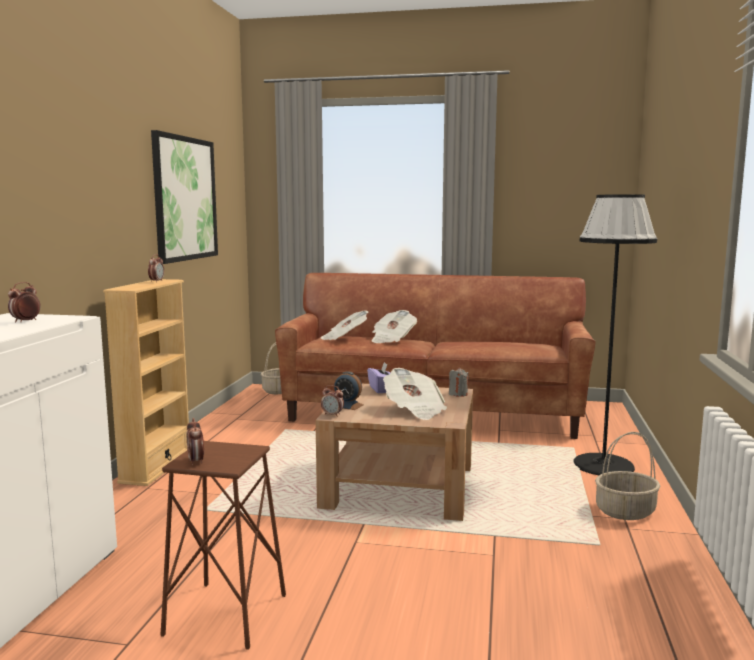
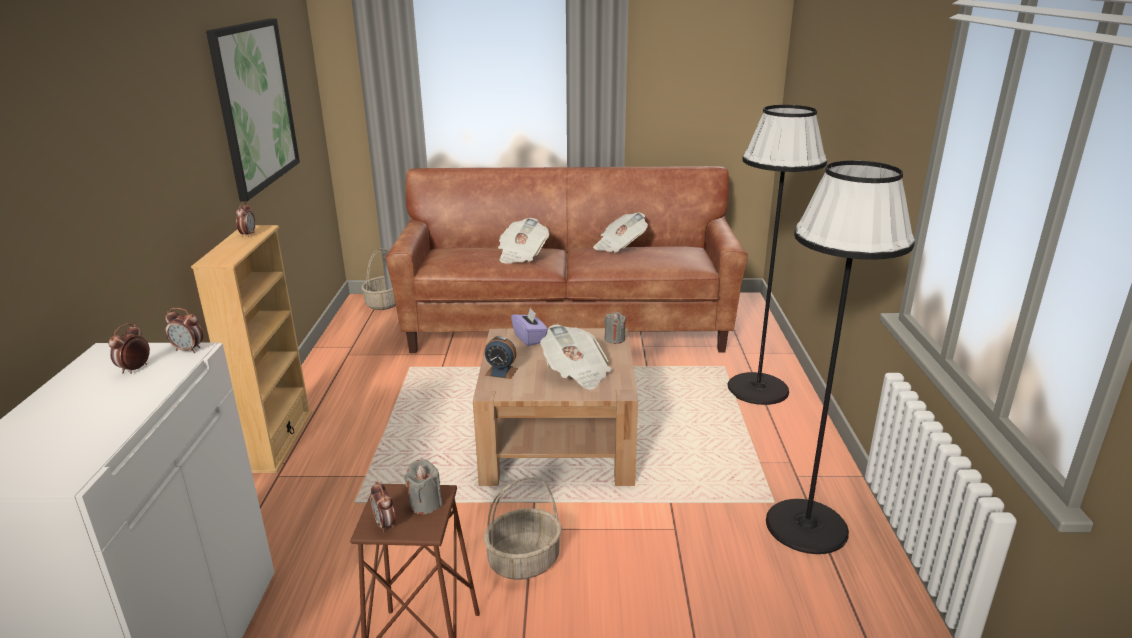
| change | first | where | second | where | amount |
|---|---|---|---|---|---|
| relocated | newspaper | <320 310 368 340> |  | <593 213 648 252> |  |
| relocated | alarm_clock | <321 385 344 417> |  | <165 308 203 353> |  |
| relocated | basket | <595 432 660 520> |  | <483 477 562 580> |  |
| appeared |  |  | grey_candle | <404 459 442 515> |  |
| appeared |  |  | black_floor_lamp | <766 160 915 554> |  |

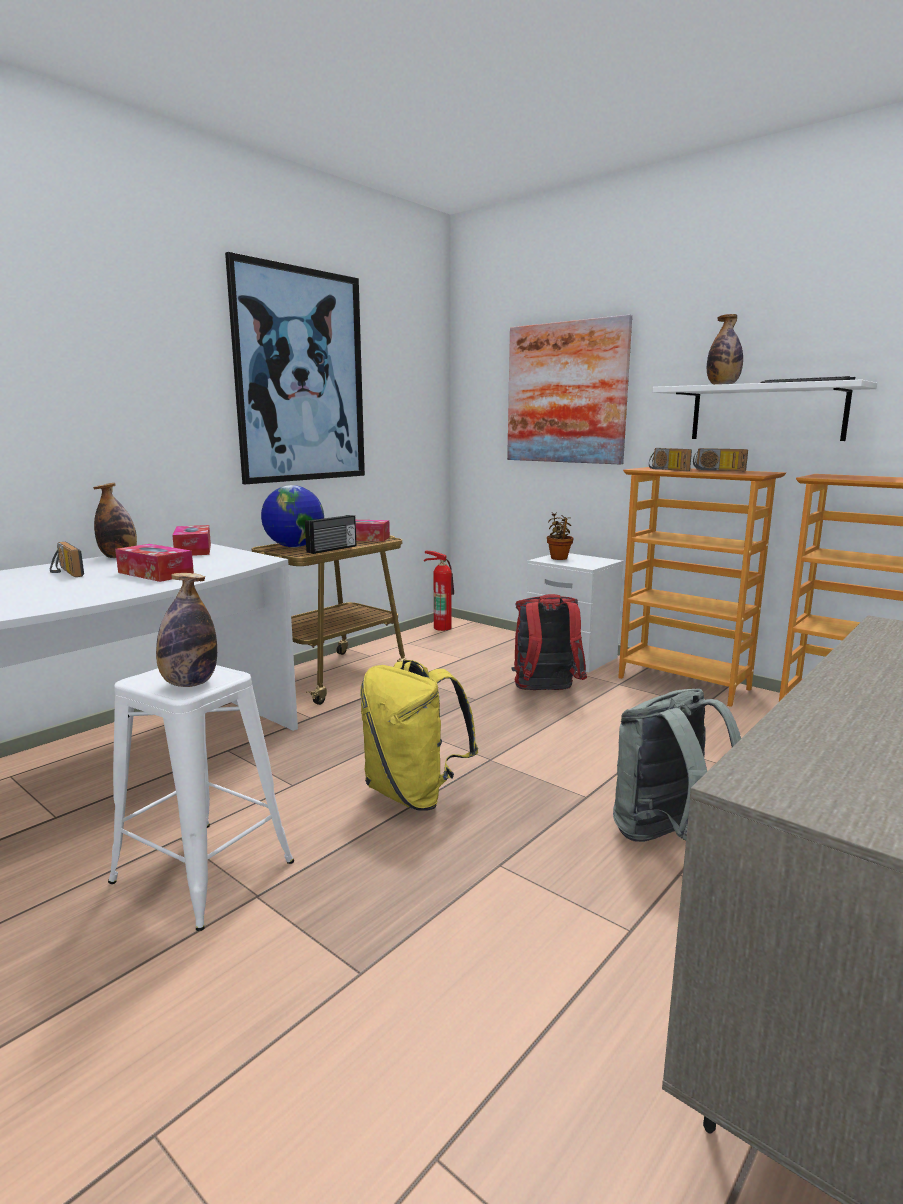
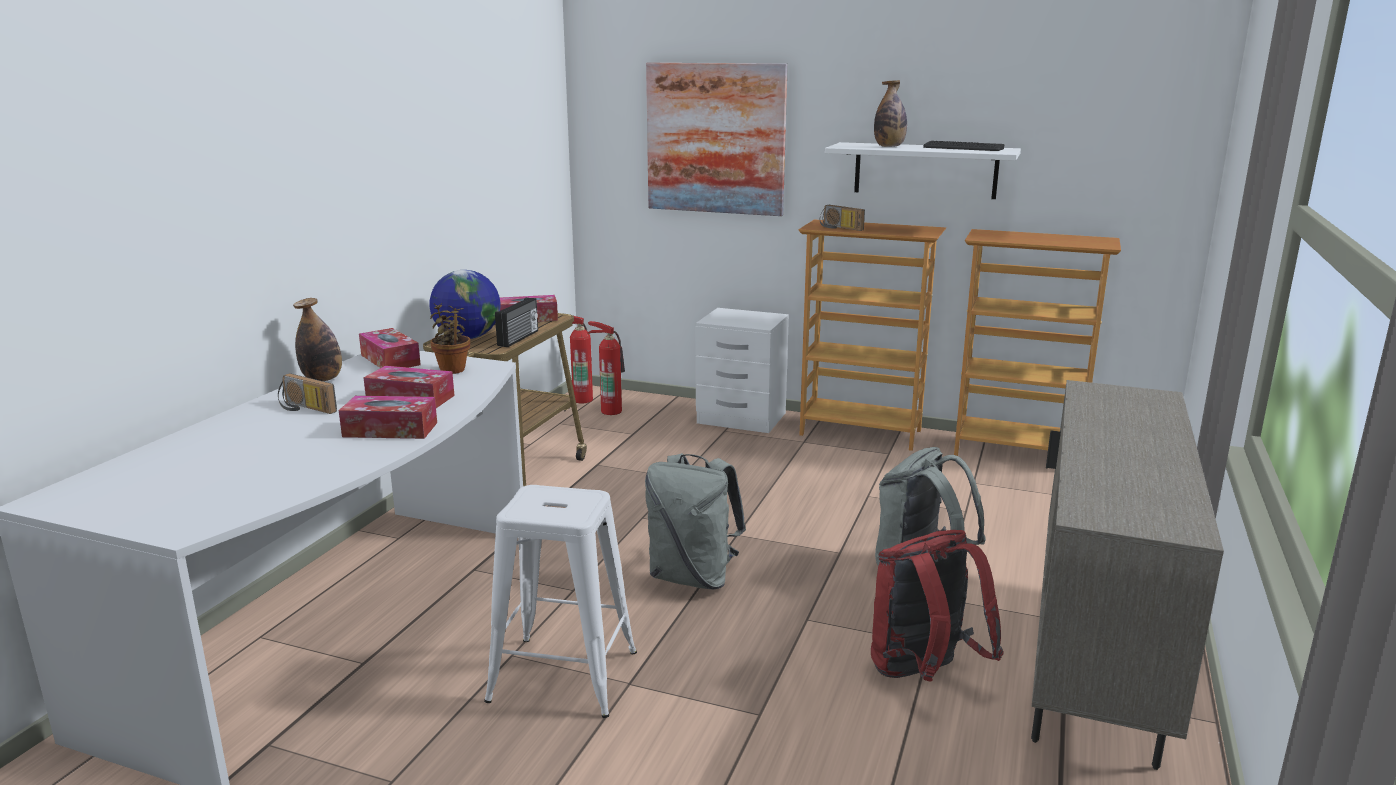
| change | first | where | second | where | amount |
|---|---|---|---|---|---|
| missing | bottle | <156 573 217 687> |  |  |  |
| missing | picture | <225 252 365 484> |  |  |  |
| colour | yellow_backpack | <360 660 478 811> | grey_backpack | <645 453 746 590> |  |
| relocated | red_backpack | <512 594 587 690> |  | <871 530 1004 682> |  |
| relocated | potted_plant | <547 512 574 560> |  | <430 303 470 374> |  |
| missing | radio | <693 448 748 471> |  |  |  |
| appeared |  |  | tissue_box | <339 396 437 439> |  |
| appeared |  |  | fire_extinguisher | <587 321 625 415> |  |

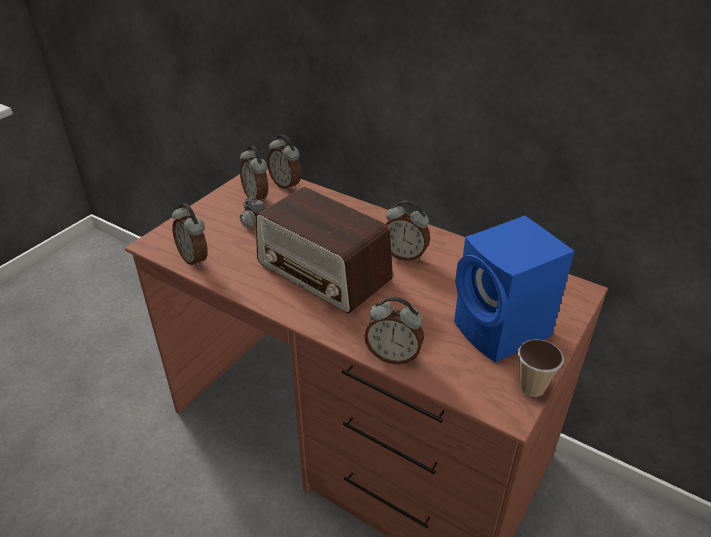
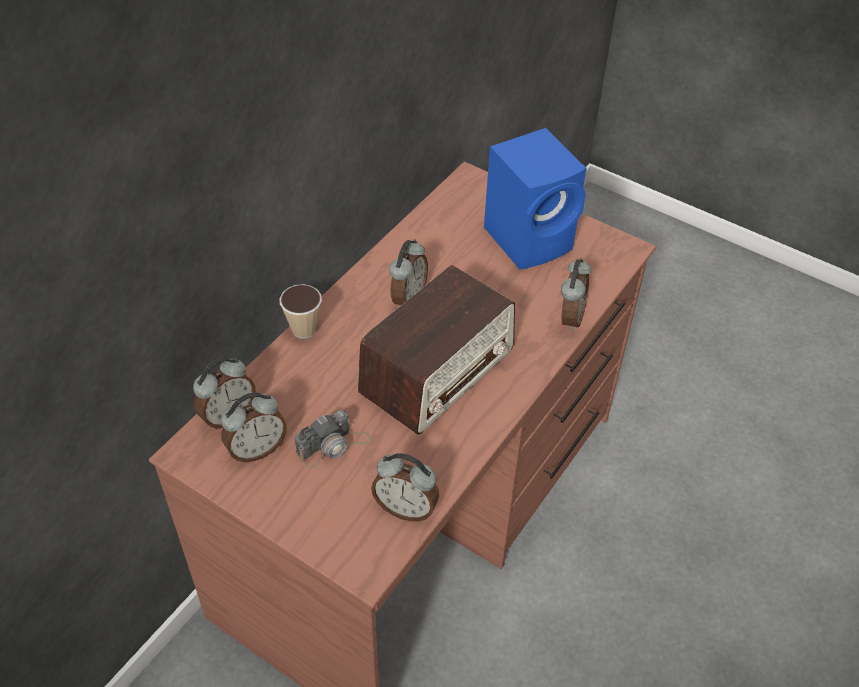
| change | first | where | second | where | amount |
|---|---|---|---|---|---|
| spun | alarm_clock | <172 204 208 268> |  | <371 453 439 522> | 60 degrees clockwise |
| relocated | cup | <518 339 564 397> |  | <279 284 322 339> |  |

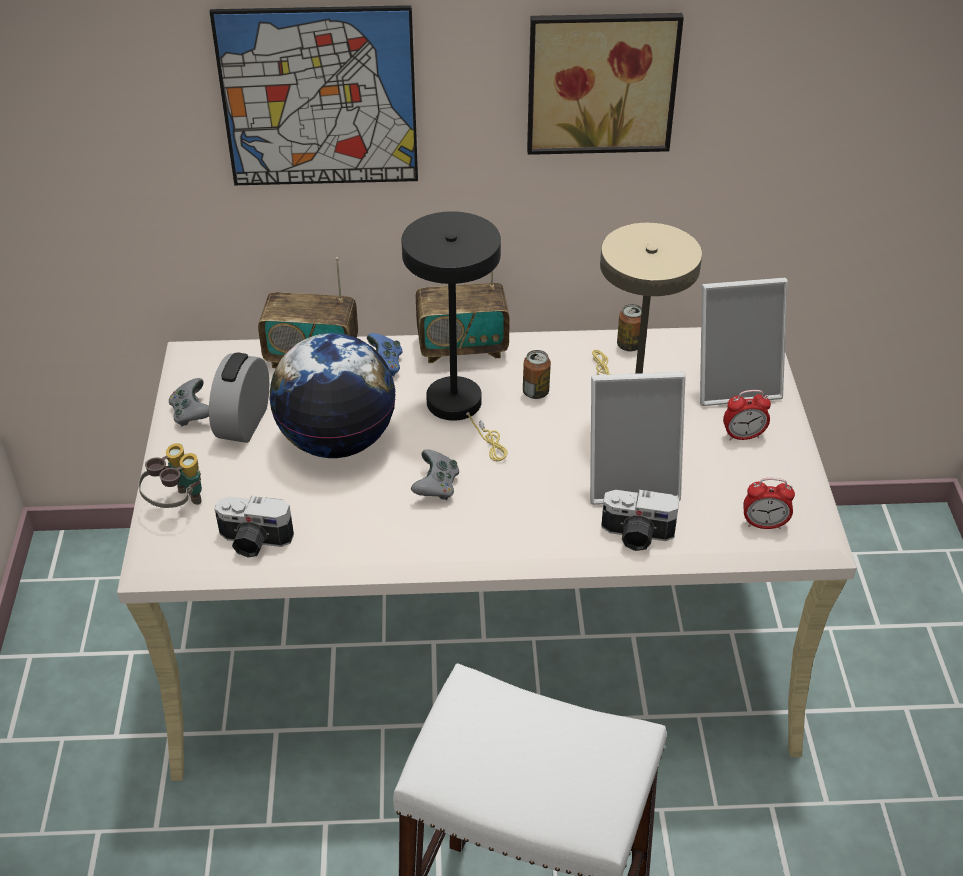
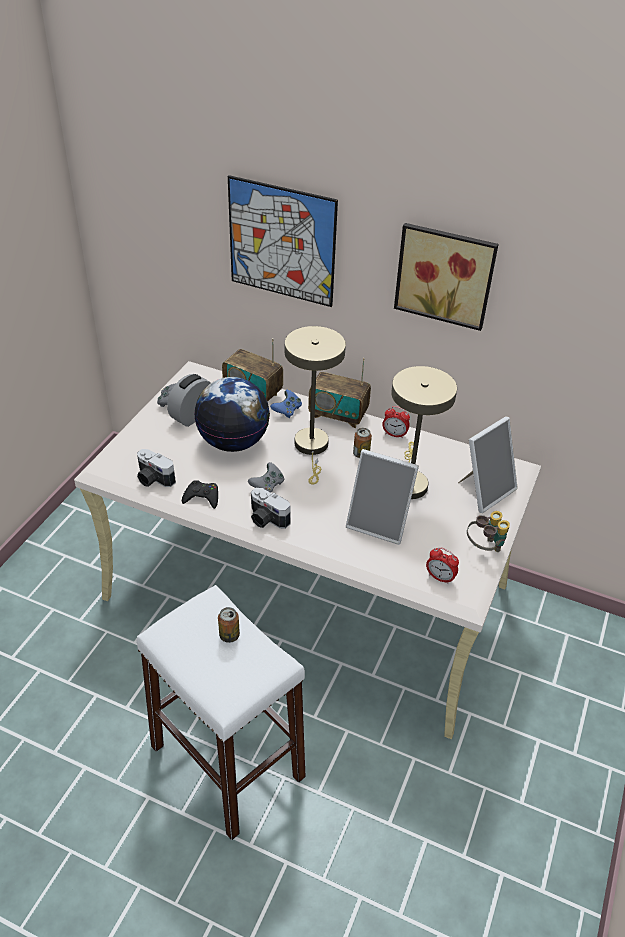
| change | first | where | second | where | amount |
|---|---|---|---|---|---|
| relocated | binoculars | <138 443 202 508> |  | <467 511 510 552> |  |
| colour | black_table_lamp | <401 211 508 461> | beige_table_lamp | <285 326 346 485> |  |
| relocated | photo_camera | <601 490 679 551> |  | <251 488 291 528> |  |
| relocated | can | <617 304 642 352> |  | <218 607 240 643> |  |
| spun | picture_frame | <700 278 788 406> |  | <458 416 518 513> | 60 degrees counterclockwise |
| relocated | alarm_clock | <723 390 771 440> |  | <382 406 410 438> |  |
| appeared |  |  | black_game_controller | <182 480 218 509> |  |

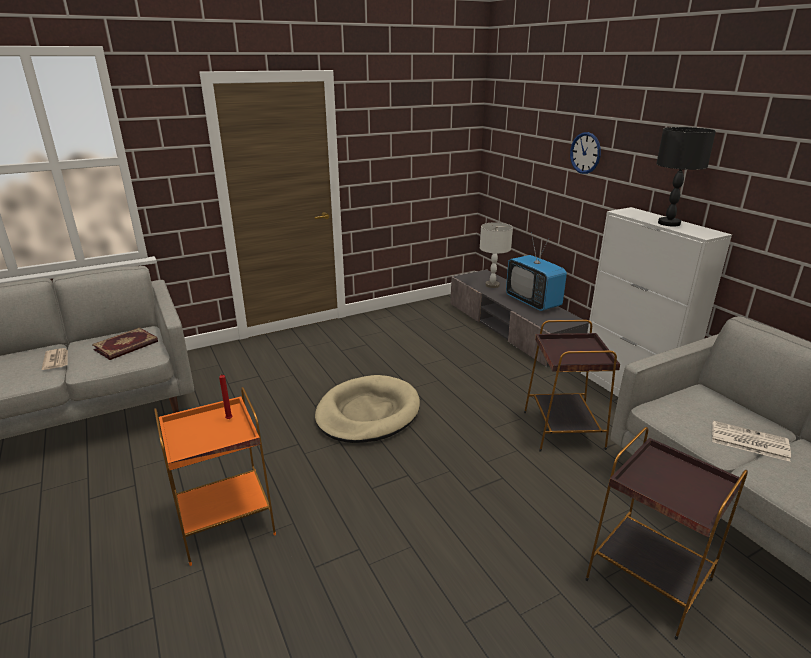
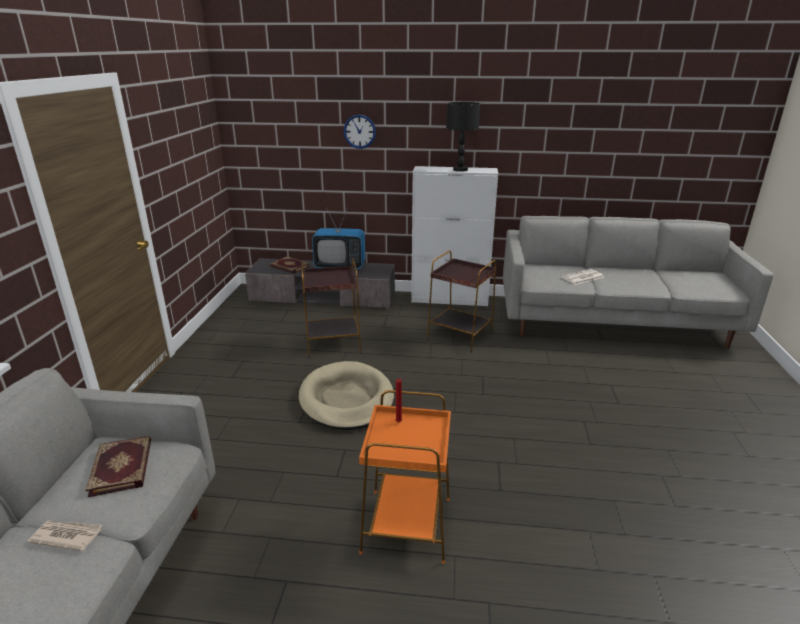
| change | first | where | second | where | amount |
|---|---|---|---|---|---|
| exchanged | grey_table_lamp | <480 222 513 288> | book | <270 257 310 274> |  |
| relocated | brown_side_table | <585 427 748 640> |  | <301 258 361 358> |  |

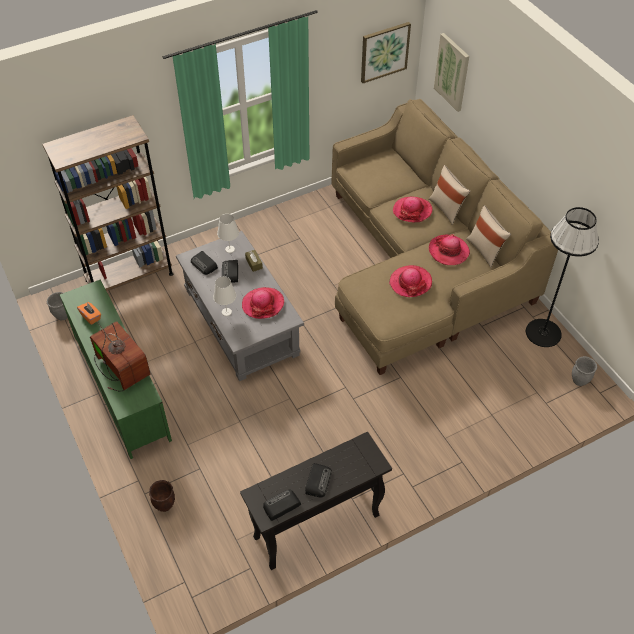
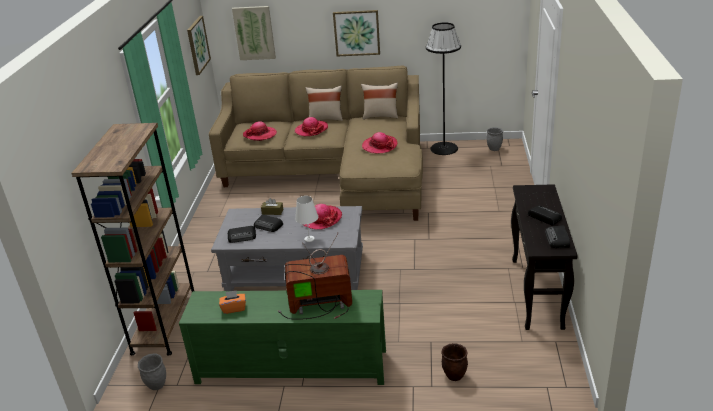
| change | first | where | second | where | amount |
|---|---|---|---|---|---|
| missing | white_table_lamp | <217 214 239 253> |  |  |  |
| relocated | hat | <429 234 470 265> |  | <243 121 277 141> |  |
| appeared |  |  | picture | <333 10 380 56> |  |

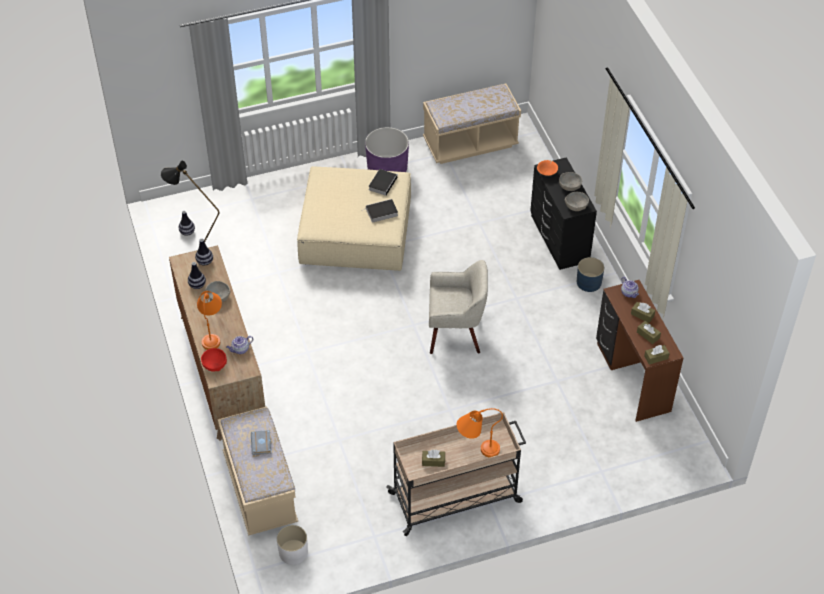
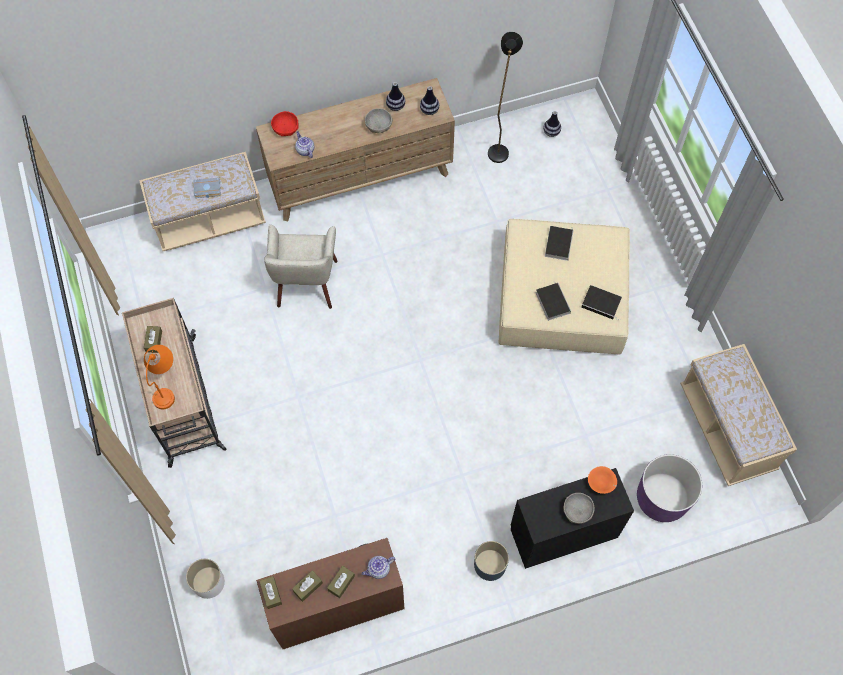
| change | first | where | second | where | amount |
|---|---|---|---|---|---|
| missing | orange_table_lamp | <197 291 222 350> |  |  |  |
| relocated | white_planter | <277 525 308 565> |  | <186 559 225 599> |  |
| relocated | purple_planter | <365 127 409 172> |  | <637 454 702 522> |  |
| relocated | beige_armchair | <429 260 488 354> |  | <264 225 338 309> |  |
| missing | grey_bowl | <564 192 589 211> |  |  |  |
| appeared |  |  | book | <545 226 574 261> |  |

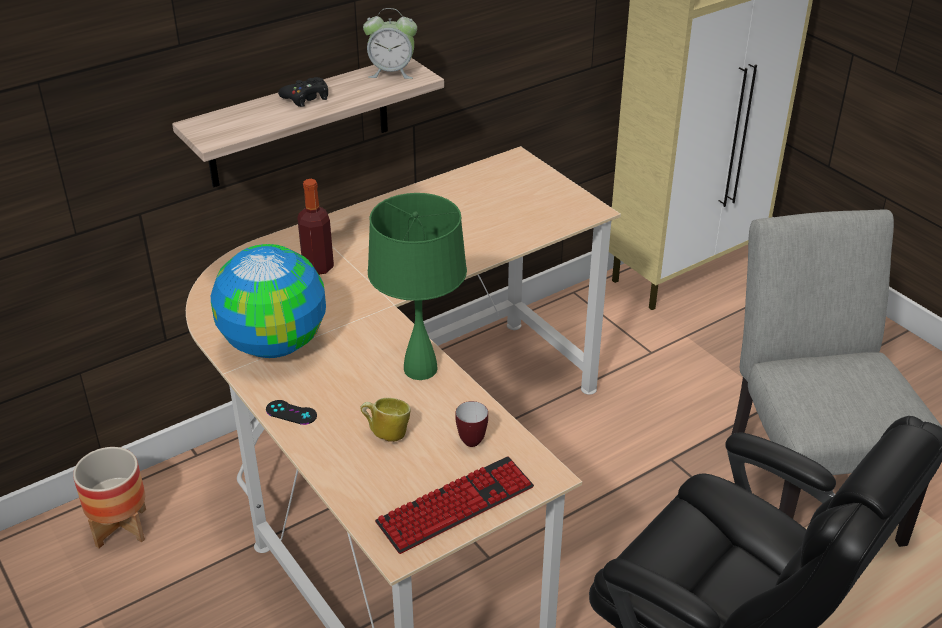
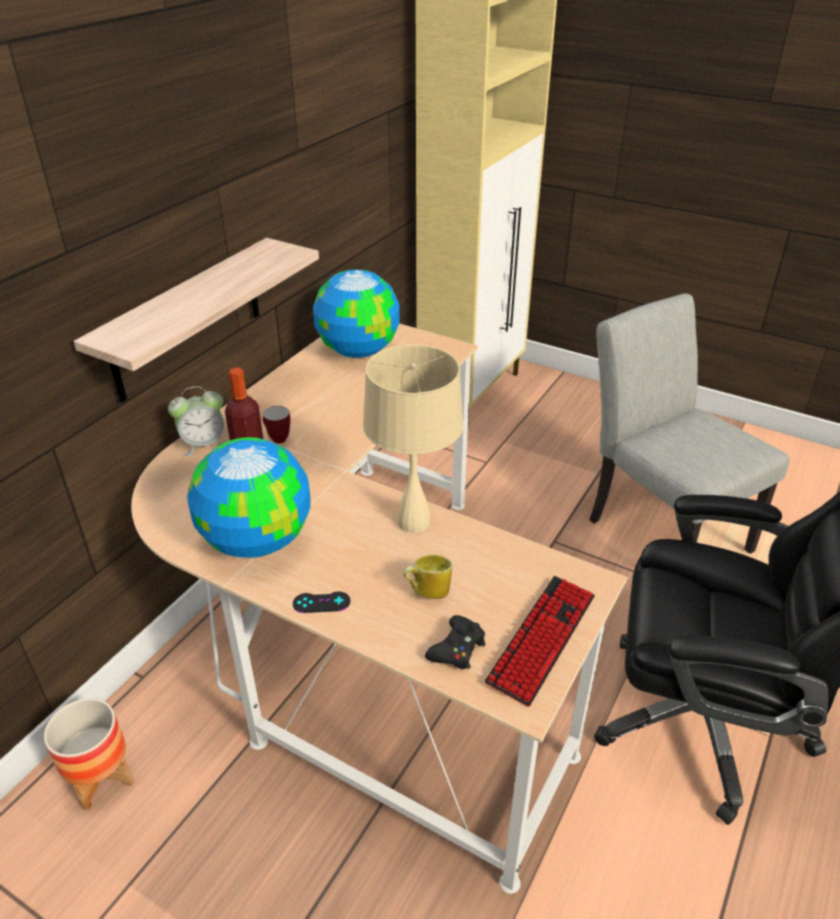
| change | first | where | second | where | amount |
|---|---|---|---|---|---|
| relocated | black_game_controller | <278 77 328 107> |  | <425 615 485 669> |  |
| relocated | alarm_clock | <363 8 417 79> |  | <168 386 224 456> |  |
| colour | green_table_lamp | <368 193 467 380> | beige_table_lamp | <363 344 463 533> |  |
| relocated | mug | <455 401 488 447> |  | <263 406 290 443> |  |
| appeared |  |  | globe | <313 270 400 358> |  |

